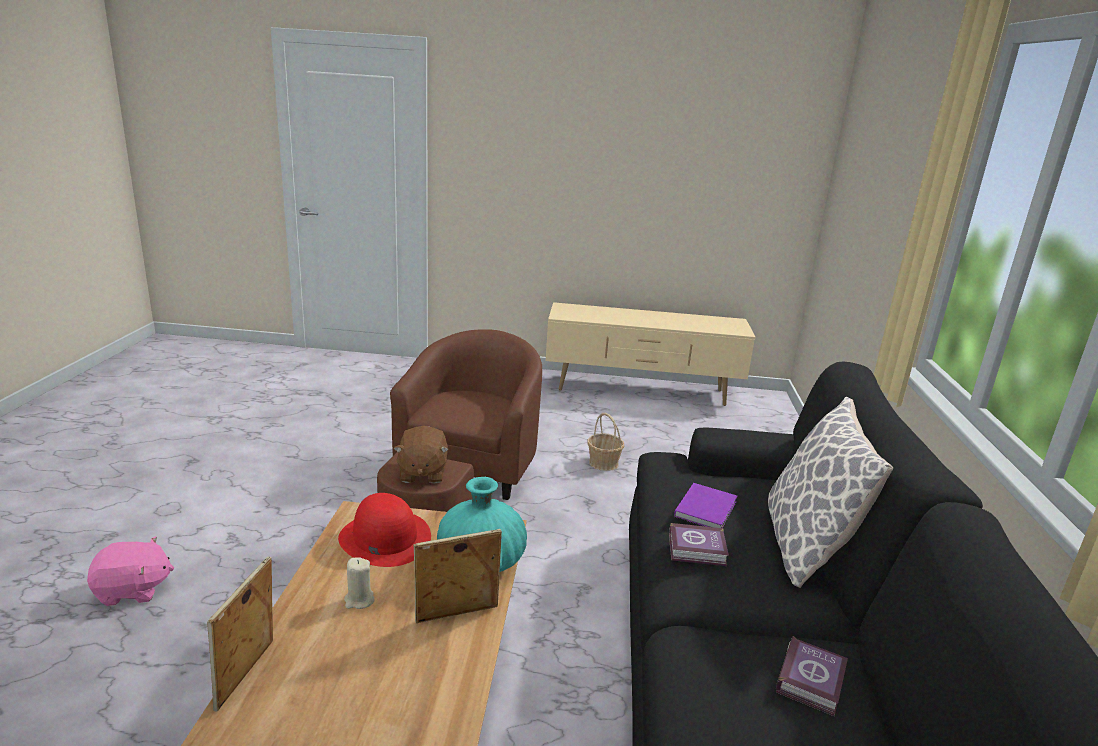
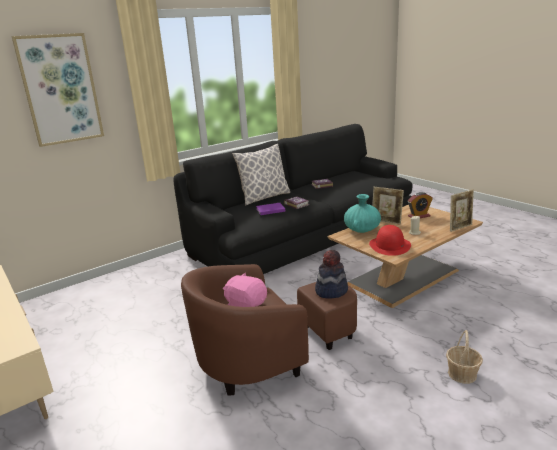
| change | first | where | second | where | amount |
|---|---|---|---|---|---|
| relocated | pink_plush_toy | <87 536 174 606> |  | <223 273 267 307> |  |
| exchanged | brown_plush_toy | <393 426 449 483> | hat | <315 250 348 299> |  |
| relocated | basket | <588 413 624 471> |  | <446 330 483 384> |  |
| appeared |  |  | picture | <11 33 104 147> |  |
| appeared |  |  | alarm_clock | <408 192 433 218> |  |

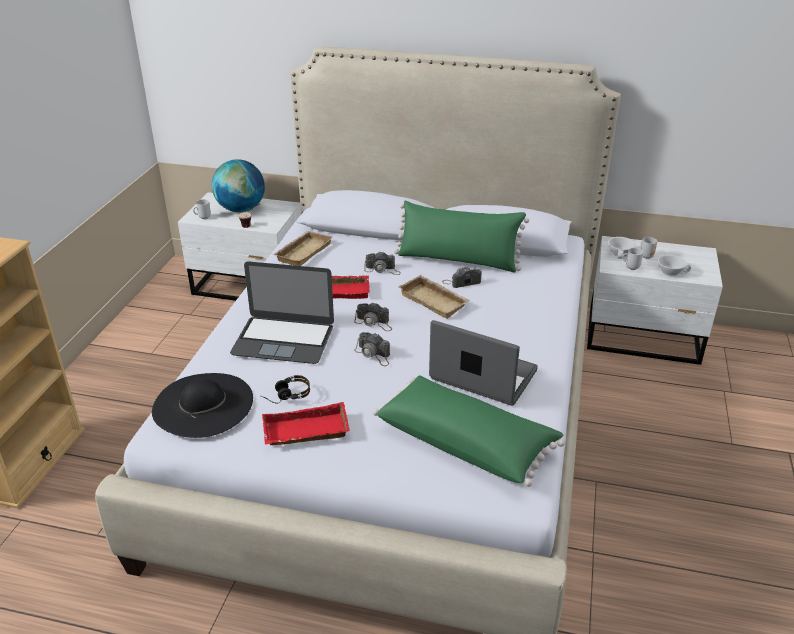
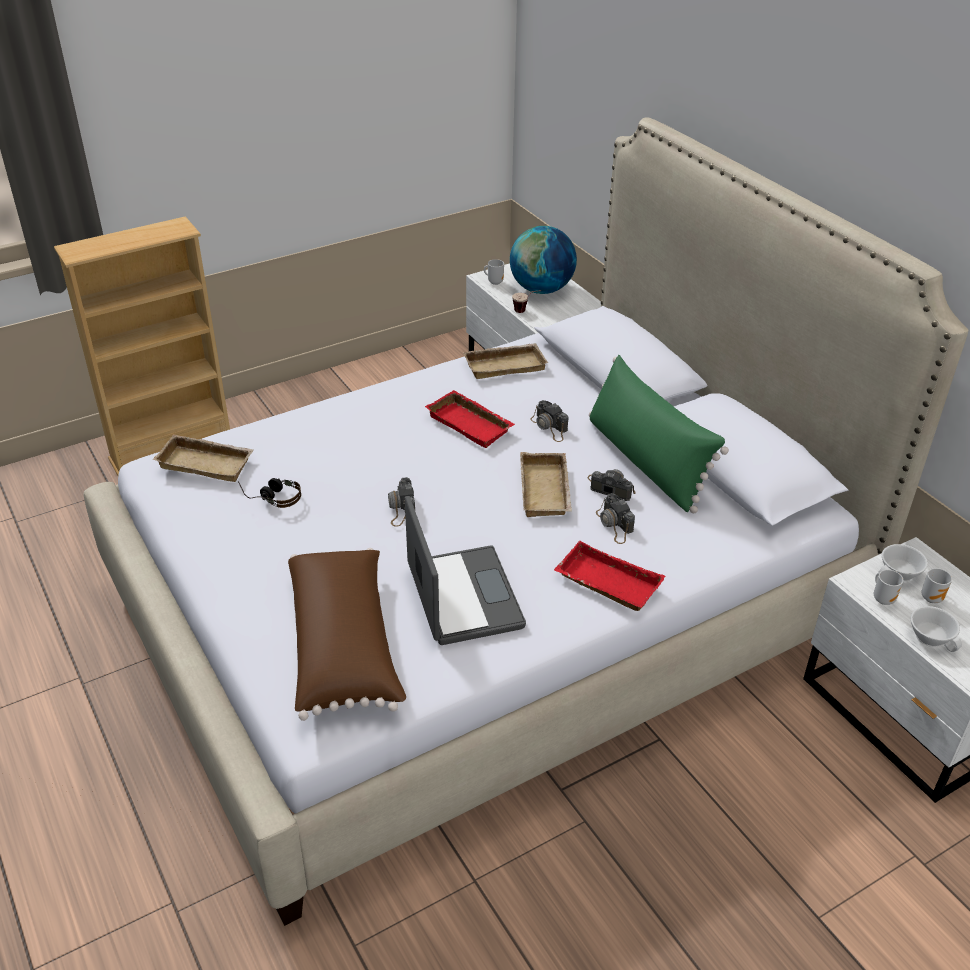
| change | first | where | second | where | amount |
|---|---|---|---|---|---|
| exchanged | black_hat | <152 373 253 438> | beige_tray | <153 434 254 482> |  |
| missing | laptop | <230 261 334 364> |  |  |  |
| relocated | red_tray | <262 402 350 445> |  | <554 541 665 611> |  |
| relocated | photo_camera | <354 303 392 331> |  | <596 493 635 544> |  |
| colour | green_pillow | <372 375 565 487> | brown_pillow | <288 548 406 721> |  |

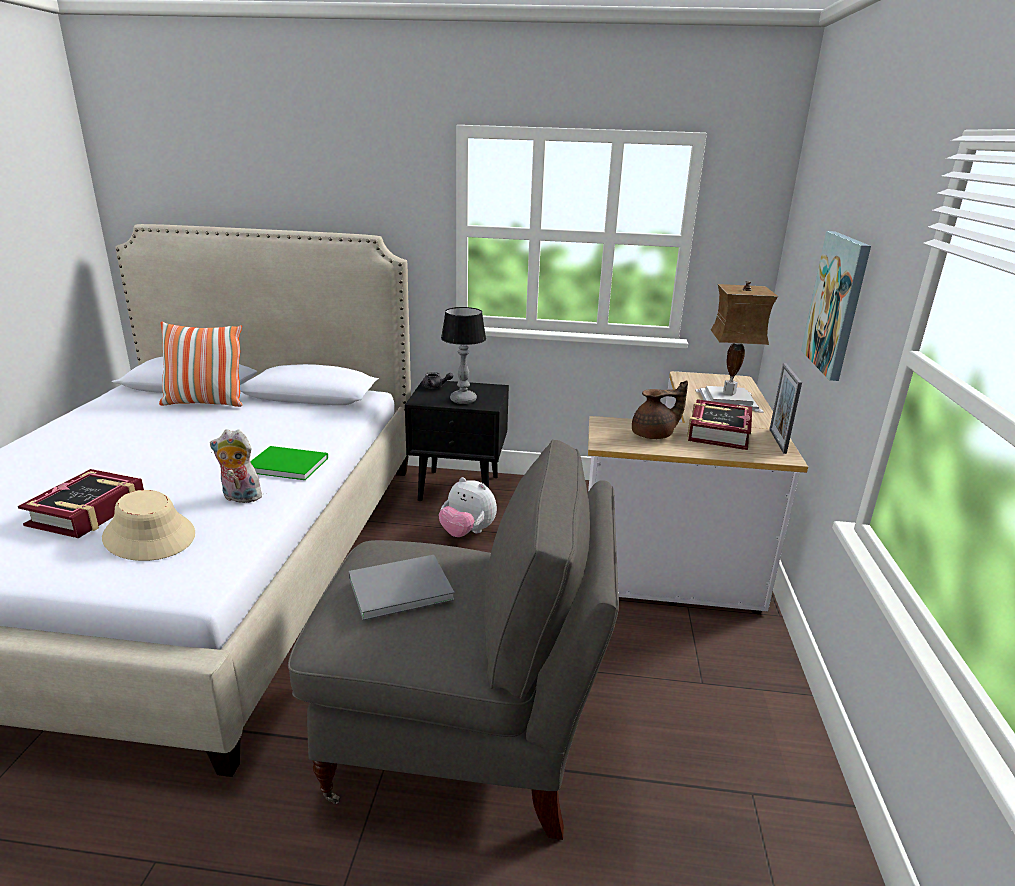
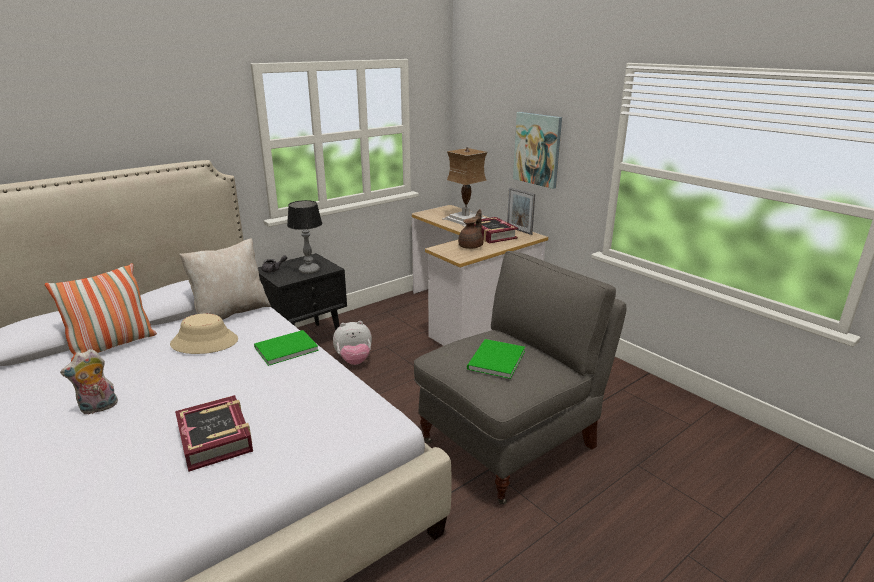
| change | first | where | second | where | amount |
|---|---|---|---|---|---|
| relocated | beige_hat | <102 490 195 561> |  | <170 314 238 354> |  |
| relocated | plush_toy | <210 429 265 505> |  | <60 349 118 414> |  |
| colour | grey_book | <348 555 455 620> | green_book | <467 339 525 379> |  |
| appeared |  |  | beige_pillow | <179 239 271 320> |  |

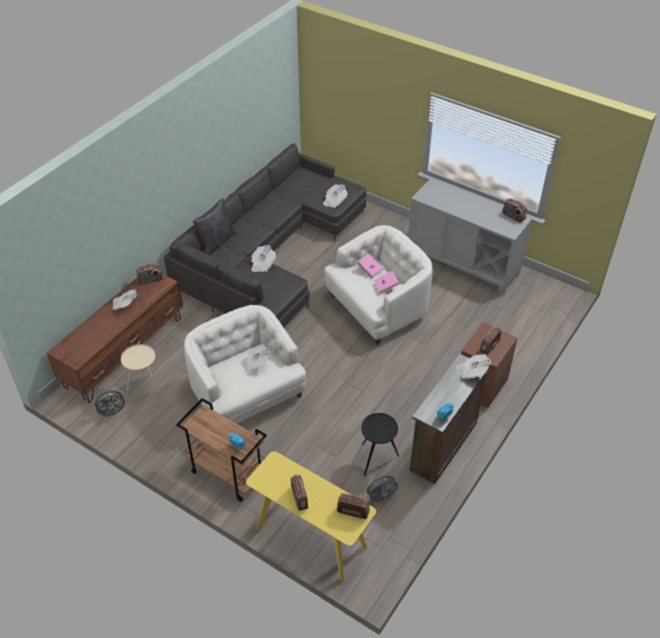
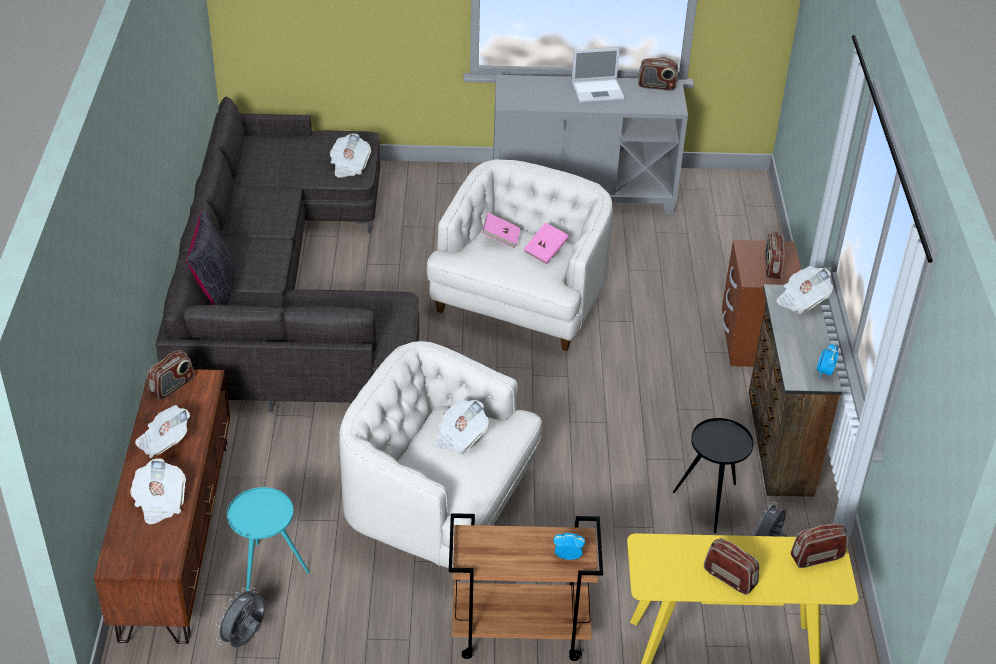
| change | first | where | second | where | amount |
|---|---|---|---|---|---|
| colour | beige_side_table | <121 344 163 397> | turquoise_side_table | <227 487 310 591> |  |
| relocated | newspaper | <251 245 276 272> |  | <130 458 186 525> |  |
| appeared |  |  | laptop | <572 48 625 103> |  |

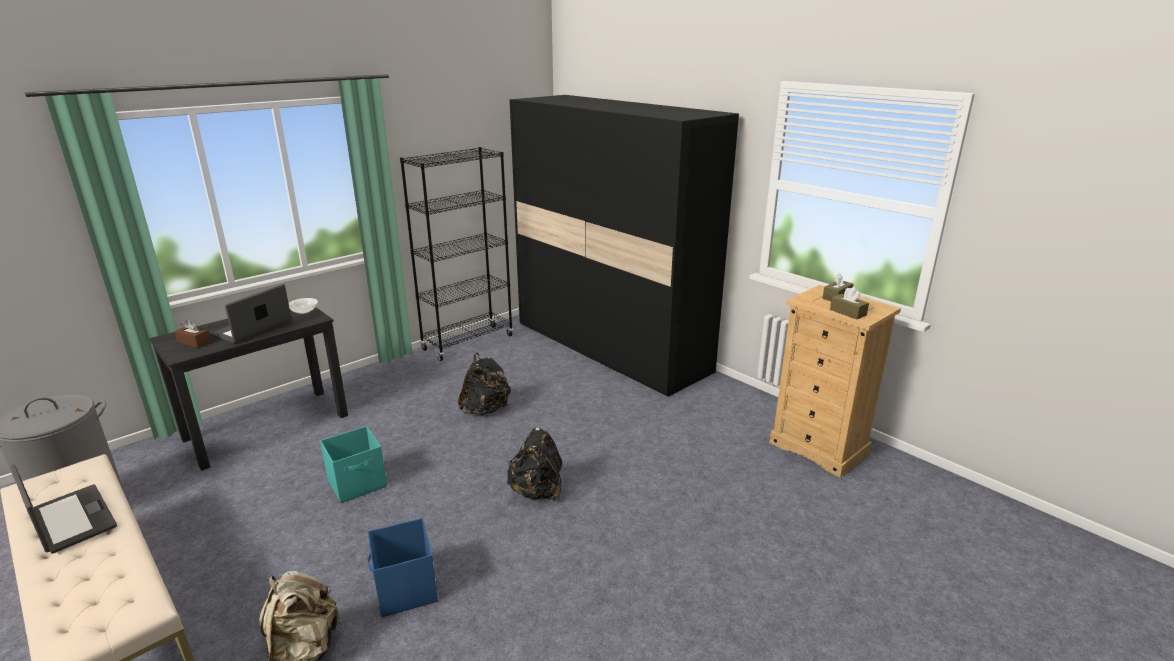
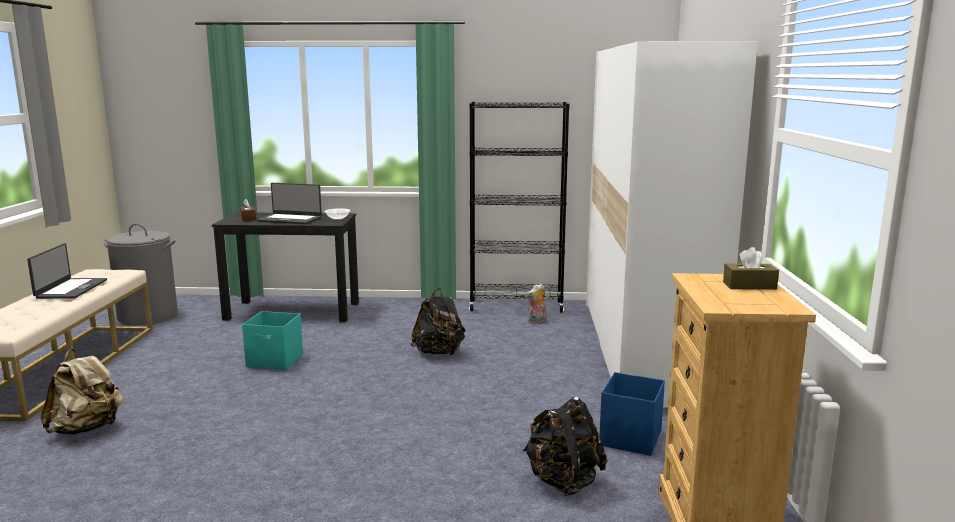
| change | first | where | second | where | amount |
|---|---|---|---|---|---|
| spun | laptop | <210 284 291 344> |  | <257 183 322 224> | 150 degrees counterclockwise |
| relocated | blue_storage_box | <368 518 438 617> |  | <599 372 665 456> |  |
| relocated | black_backpack | <507 428 563 501> |  | <523 396 608 496> |  |
| colour | black_wardrobe | <509 95 739 397> | white_wardrobe | <586 41 758 408> |  |
| missing | brown_tissue_box | <830 287 869 319> |  |  |  |
| appeared |  |  | plush_toy | <526 284 547 323> |  |

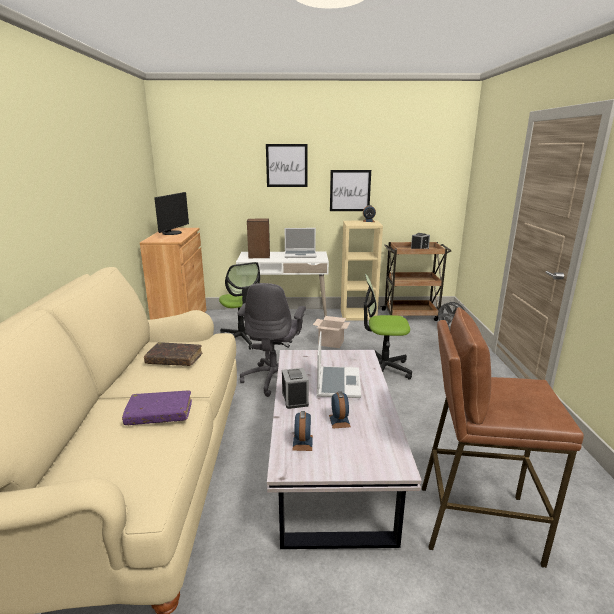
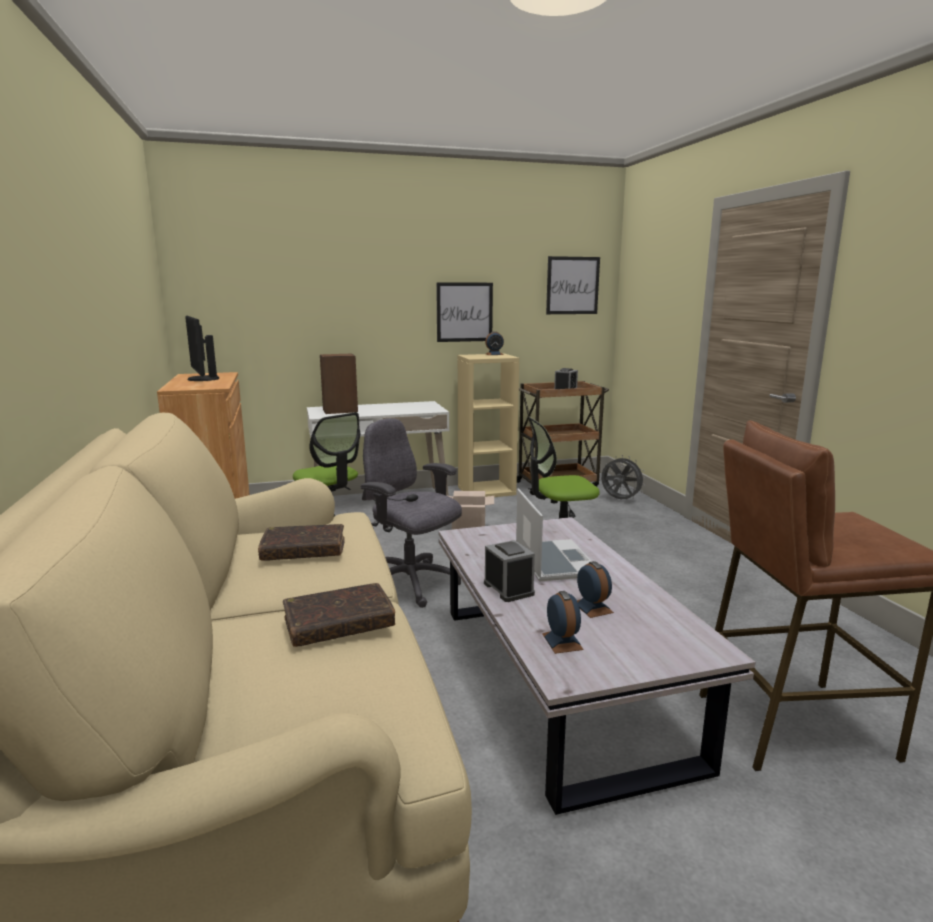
| change | first | where | second | where | amount |
|---|---|---|---|---|---|
| colour | purple_book | <122 390 192 425> | brown_book | <283 583 395 647> |  |
| spun | monitor | <154 192 189 235> |  | <185 316 219 381> | 150 degrees clockwise |
| spun | grey_office_chair | <237 283 306 397> |  | <361 418 462 608> | 135 degrees clockwise |
| relocated | picture | <266 144 307 187> |  | <546 256 600 314> |  |
| missing | laptop | <285 228 317 258> |  |  |  |

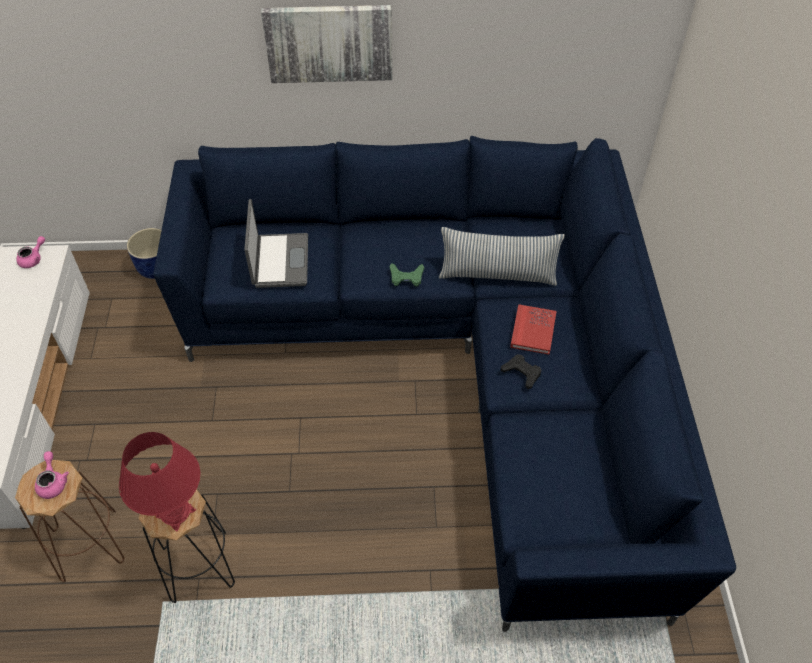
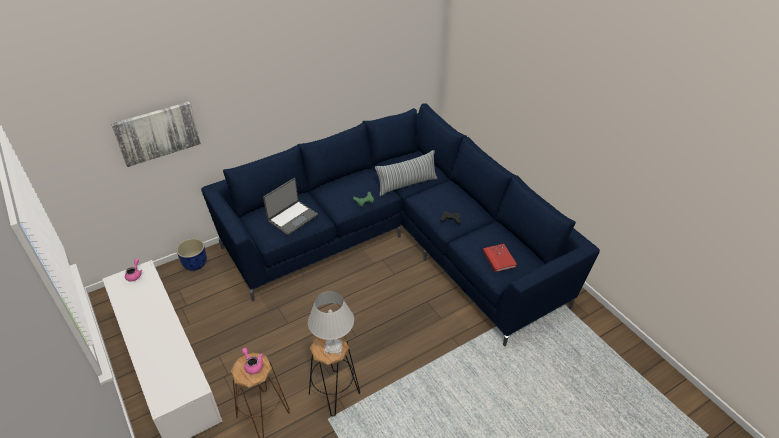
| change | first | where | second | where | amount |
|---|---|---|---|---|---|
| colour | red_table_lamp | <119 432 200 532> | white_table_lamp | <308 291 354 355> |  |
| spun | laptop | <244 199 308 288> |  | <263 178 318 235> | 75 degrees clockwise |
| relocated | picture | <261 5 393 83> |  | <111 102 201 167> |  |
| relocated | red_book | <510 304 557 355> |  | <483 244 517 272> |  |

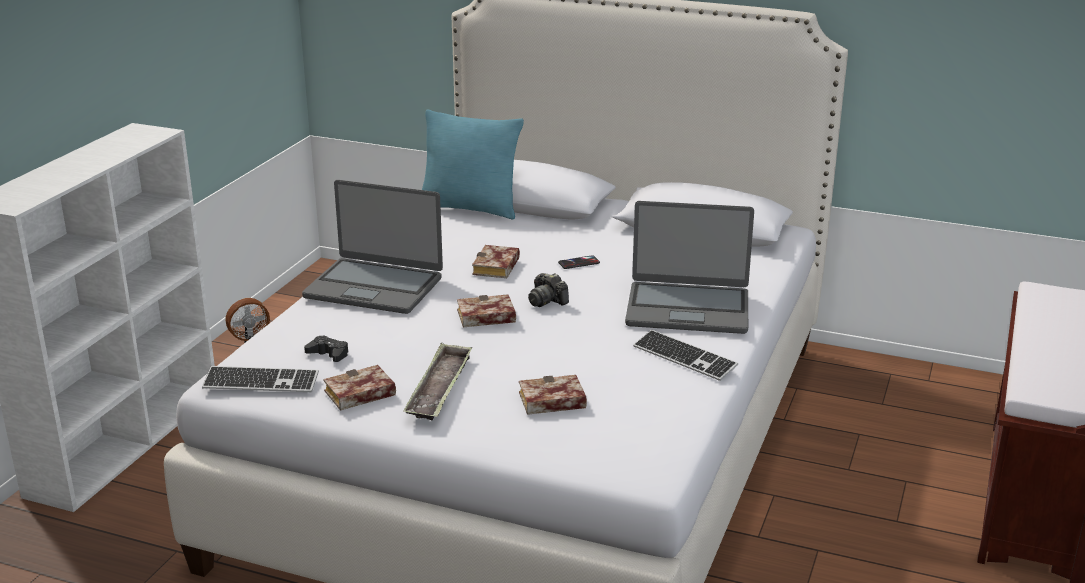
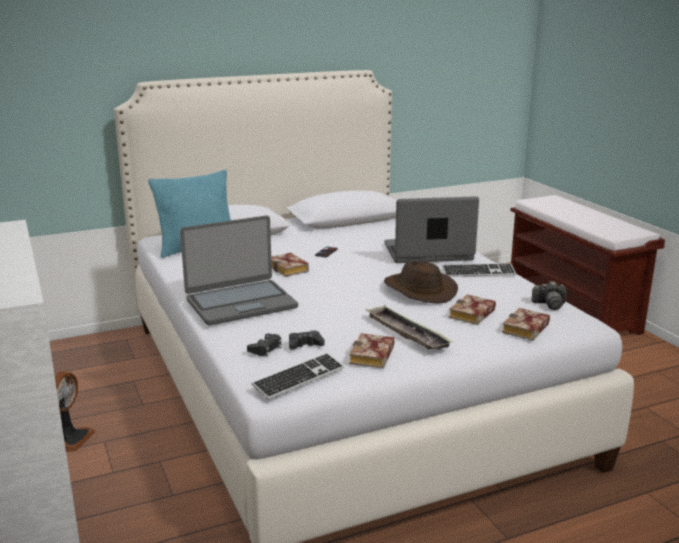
| change | first | where | second | where | amount |
|---|---|---|---|---|---|
| relocated | book | <457 294 516 327> |  | <502 308 550 340> |  |
| relocated | photo_camera | <528 273 569 307> |  | <532 281 567 310> |  |
| spun | laptop | <625 201 754 334> |  | <385 196 479 263> | 150 degrees counterclockwise |
| appeared |  |  | black_game_controller | <247 333 282 356> |  |
| appeared |  |  | brown_hat | <384 261 458 303> |  |

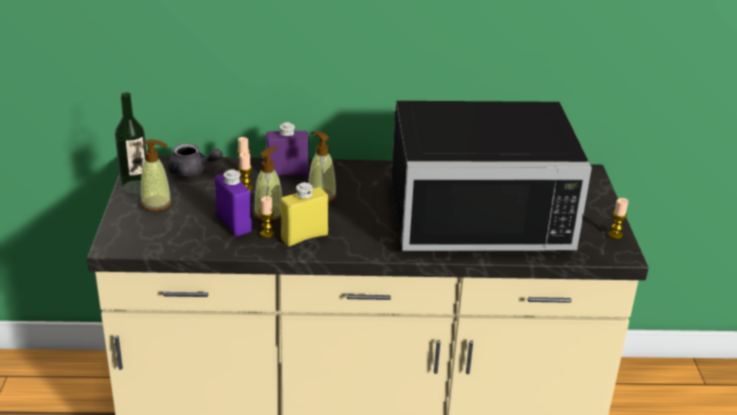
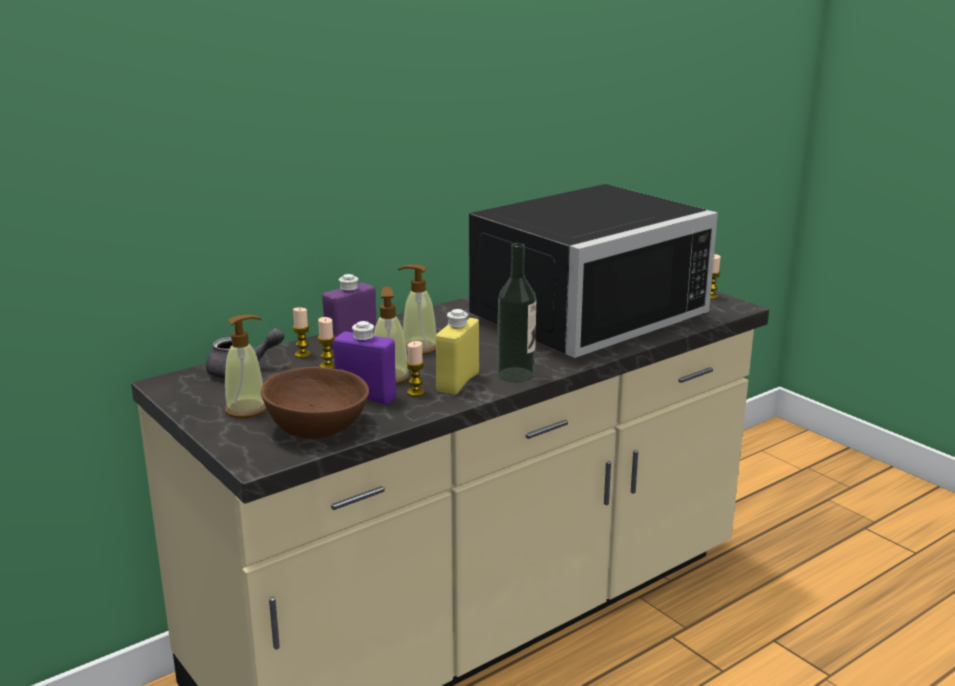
| change | first | where | second | where | amount |
|---|---|---|---|---|---|
| relocated | bottle | <115 92 146 195> |  | <497 243 536 382> |  |
| appeared |  |  | brown_bowl | <261 367 369 439> |  |

